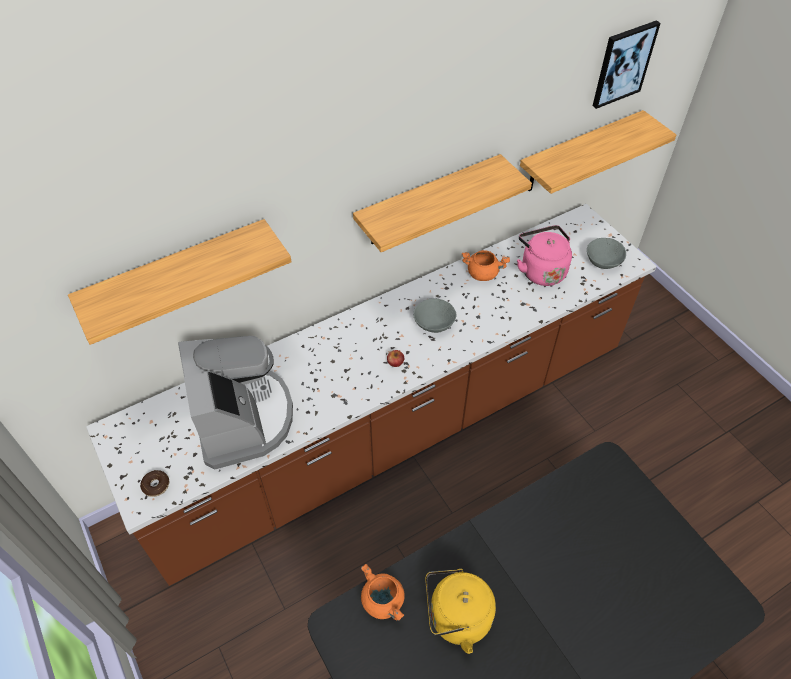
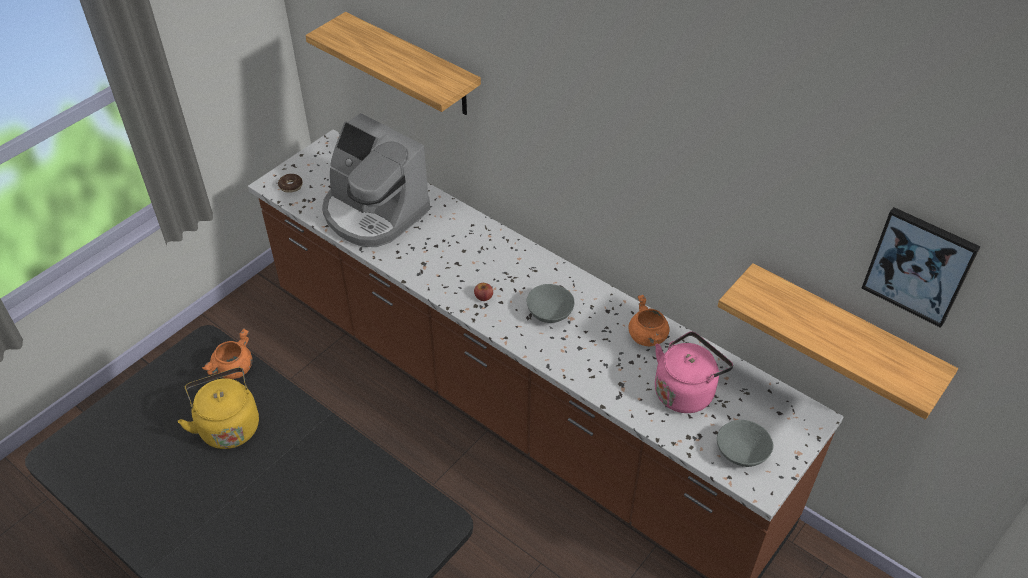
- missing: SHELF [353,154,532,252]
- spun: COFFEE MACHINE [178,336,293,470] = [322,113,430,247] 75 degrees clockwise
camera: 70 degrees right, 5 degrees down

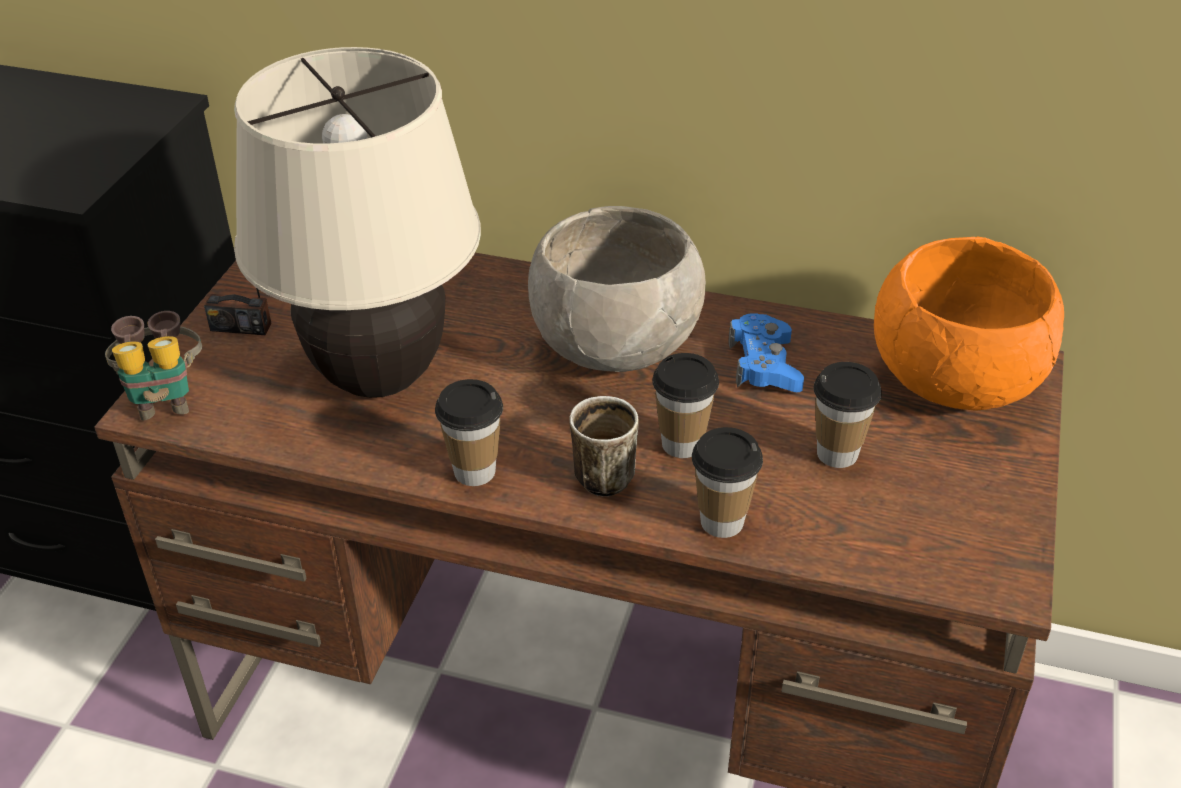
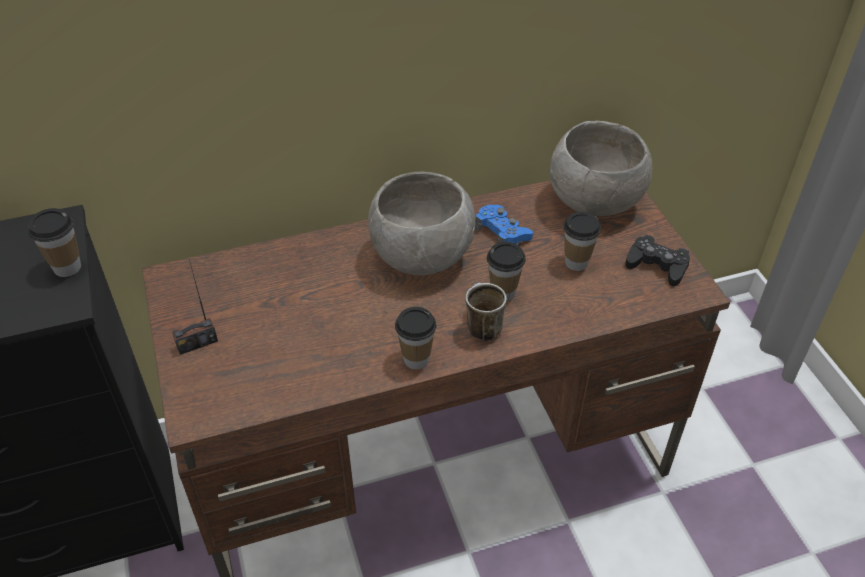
- missing: BINOCULARS [105,311,202,421]
- missing: BEIGE TABLE LAMP [234,47,481,398]
- appeared: BLACK GAME CONTROLLER [625,235,690,287]
- relocated: CUP [692,427,763,538] to [28,208,81,277]
- colour: ORANGE BOWL [874,237,1064,411] to GREY BOWL [550,121,652,216]
camera: 35 degrees left, 5 degrees up

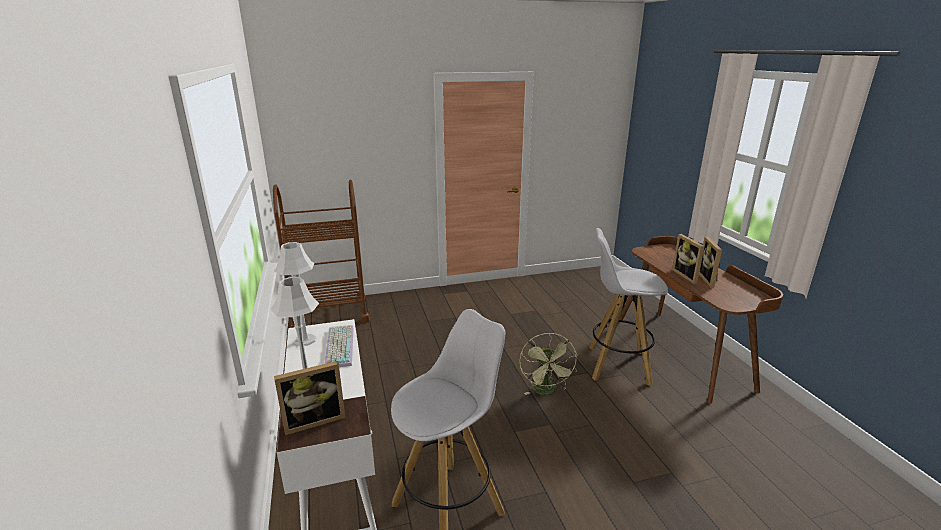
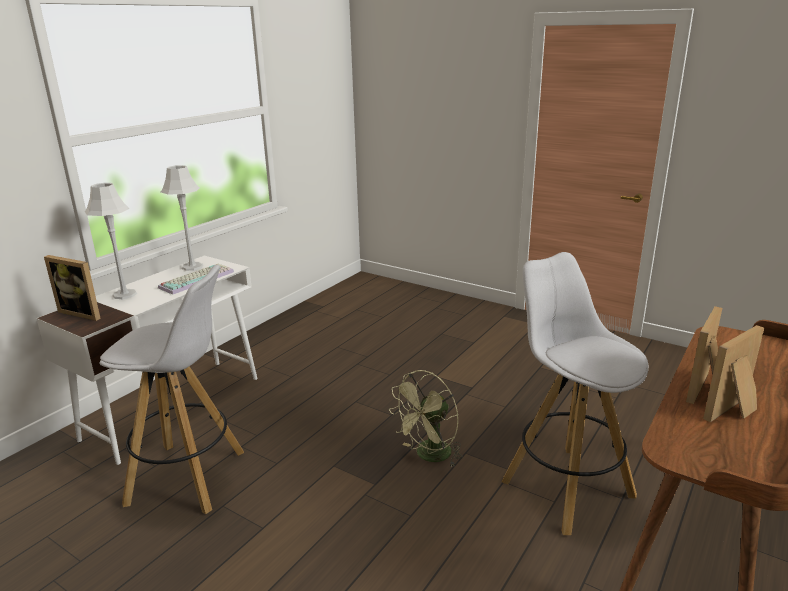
- missing: BROWN CART [273,180,370,328]
camera: 50 degrees right, 0 degrees up

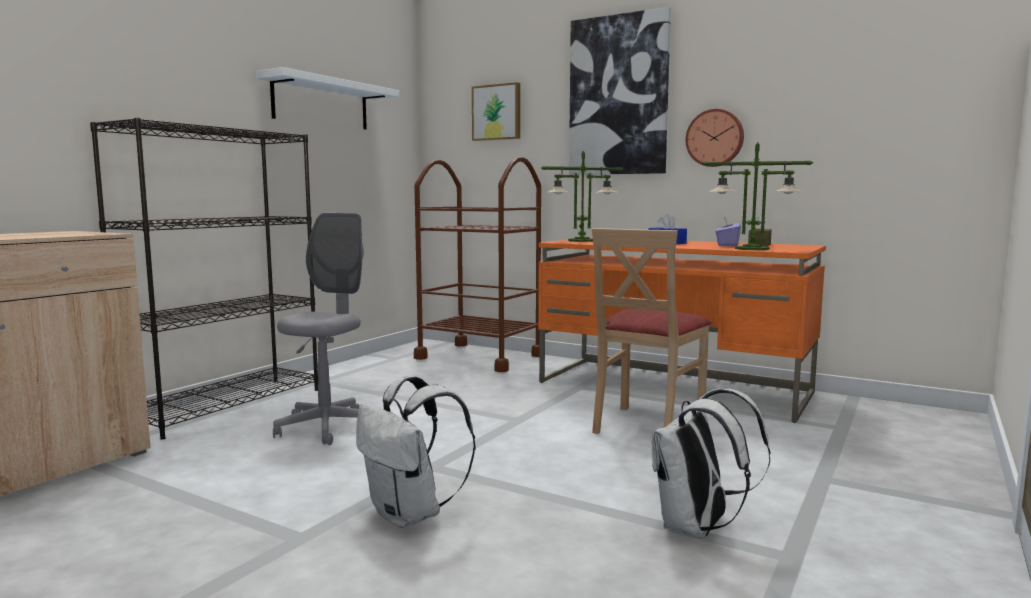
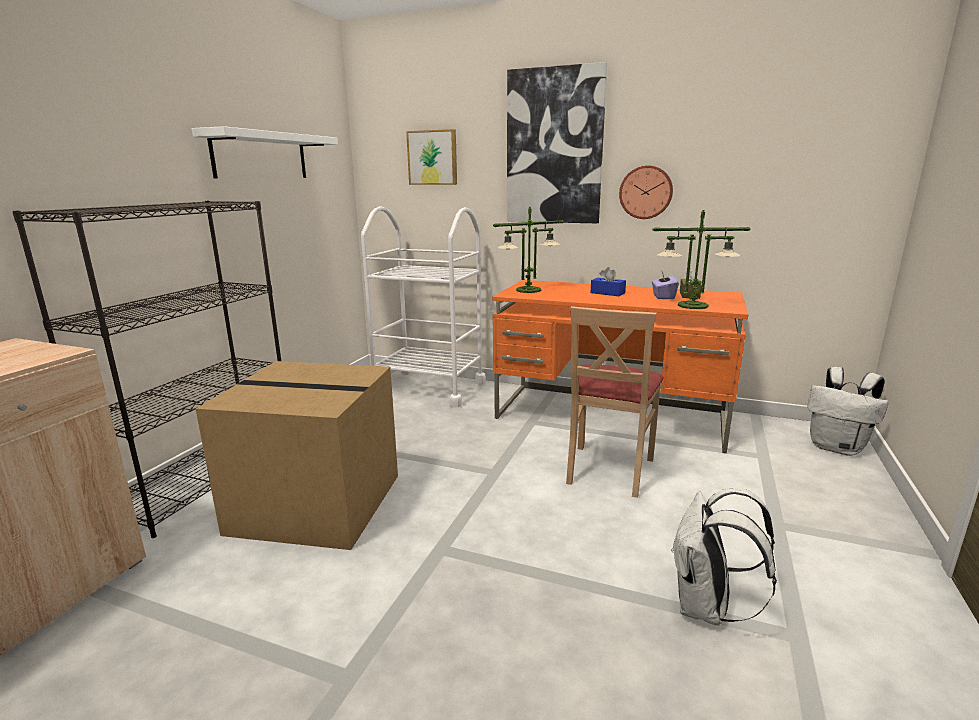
- relocated: WHITE BACKPACK [356,376,475,528] to [807,367,888,456]
- exchanged: GREY OFFICE CHAIR [273,213,364,445] to CARDBOARD BOX [196,361,398,550]
- colour: BROWN CART [414,157,541,372] to WHITE CART [361,206,486,408]
camera: 10 degrees left, 10 degrees up

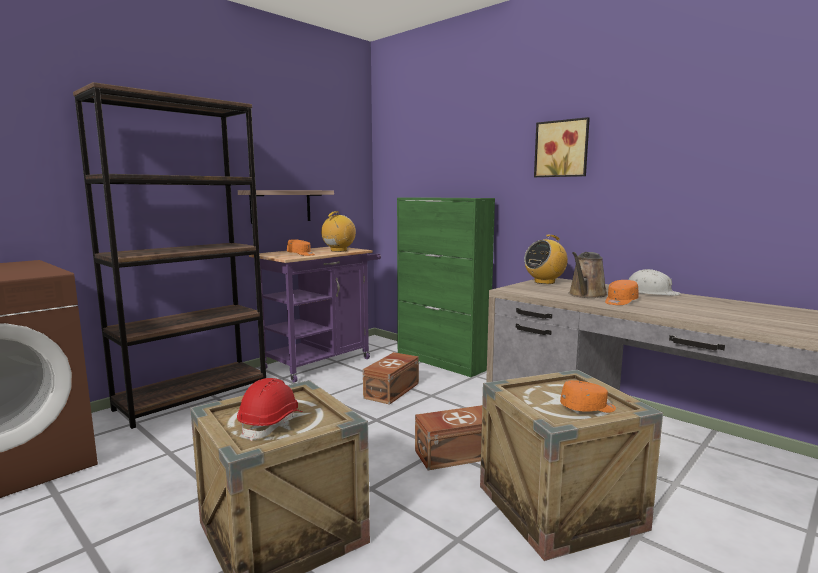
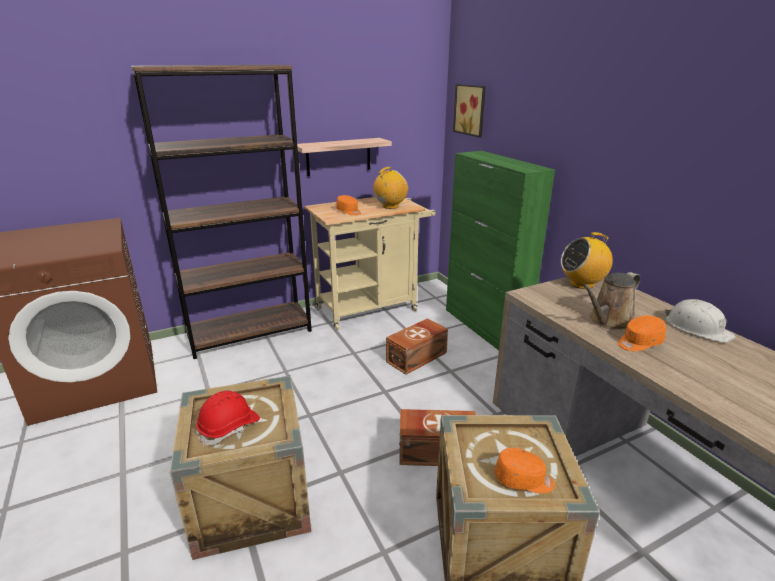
- relocated: PICTURE [534,117,590,177] to [453,84,486,138]
- colour: PURPLE CART [249,247,381,382] to BEIGE CART [305,197,436,330]
camera: 20 degrees right, 15 degrees up

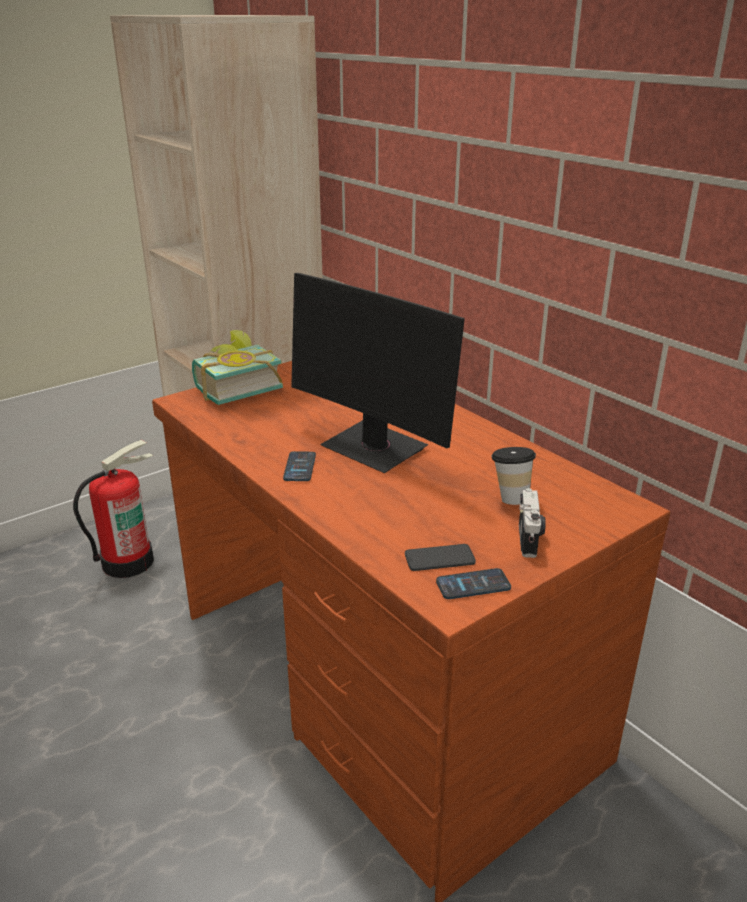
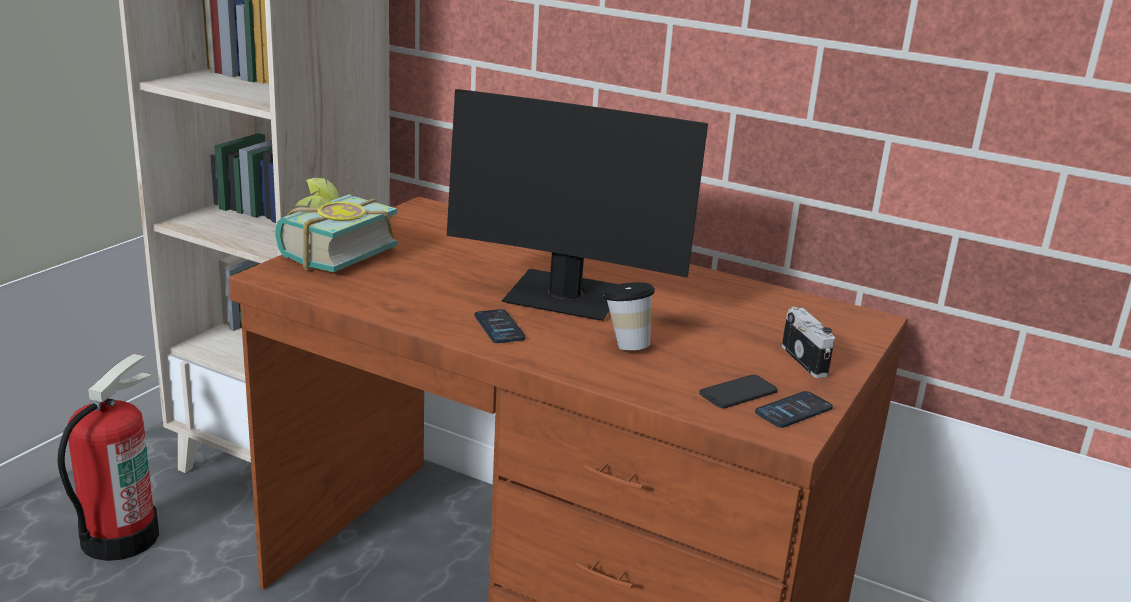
- relocated: CUP [491,447,536,505] to [603,282,655,351]
camera: 25 degrees left, 5 degrees down

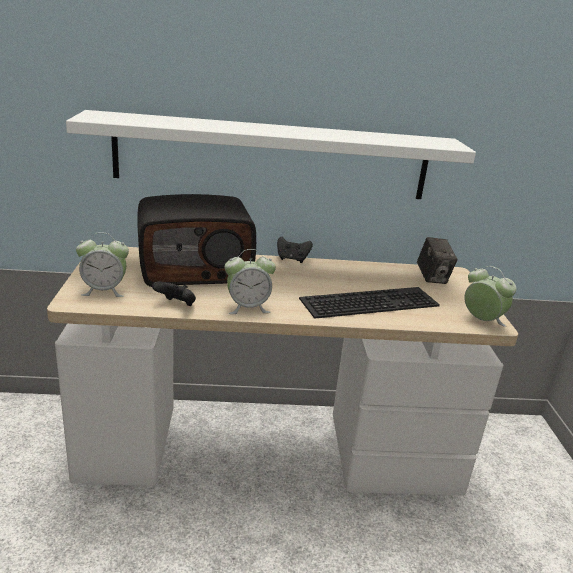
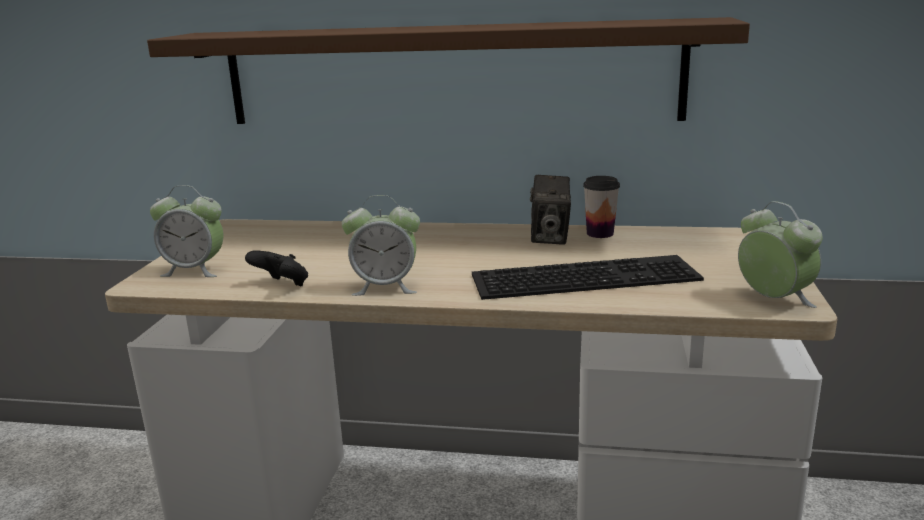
- missing: RADIO [137,194,256,287]
- missing: BLACK GAME CONTROLLER [277,237,313,263]
- appeared: CUP [583,176,620,238]
- relocated: PHOTO CAMERA [417,237,458,284] to [530,175,571,245]
- colour: WHITE SHELF [66,110,476,199] to BROWN SHELF [147,17,750,124]
camera: 15 degrees right, 5 degrees down

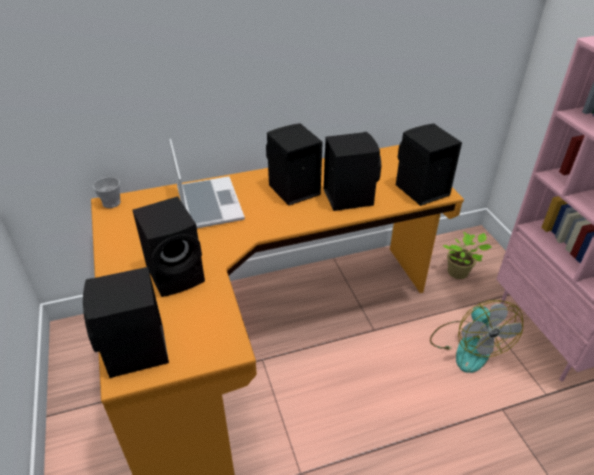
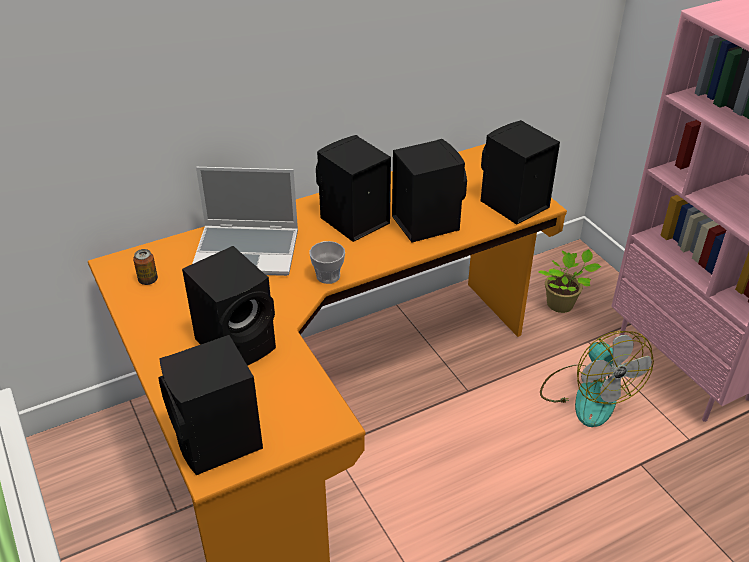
- appeared: CAN [133,249,158,285]
- relocated: CUP [93,177,121,208] to [310,241,345,284]
- spun: LAPTOP [169,139,245,228] = [192,167,298,276] 120 degrees clockwise
camera: 10 degrees left, 0 degrees up

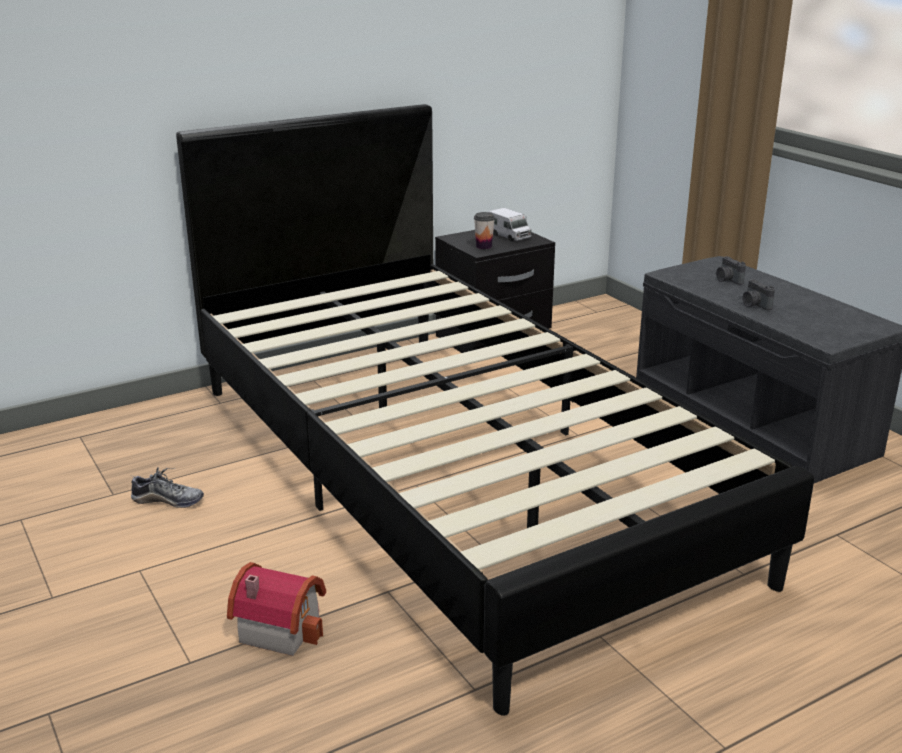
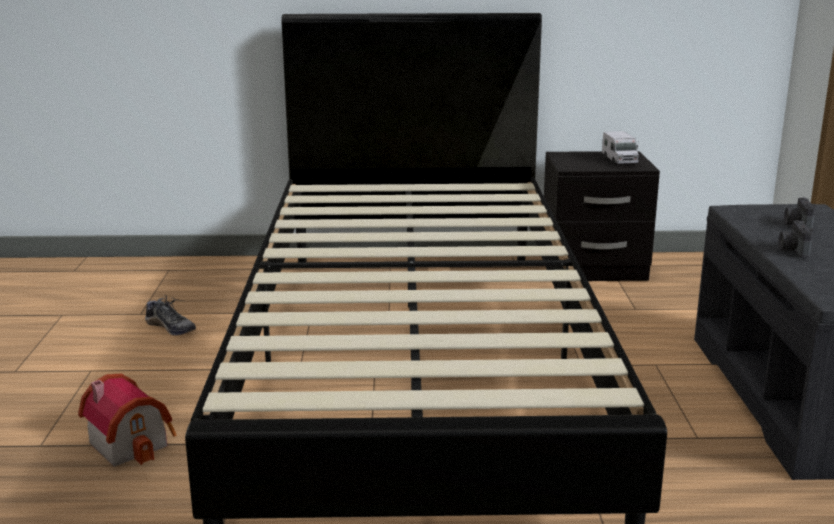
- missing: CUP [474,212,495,249]
camera: 30 degrees right, 5 degrees down

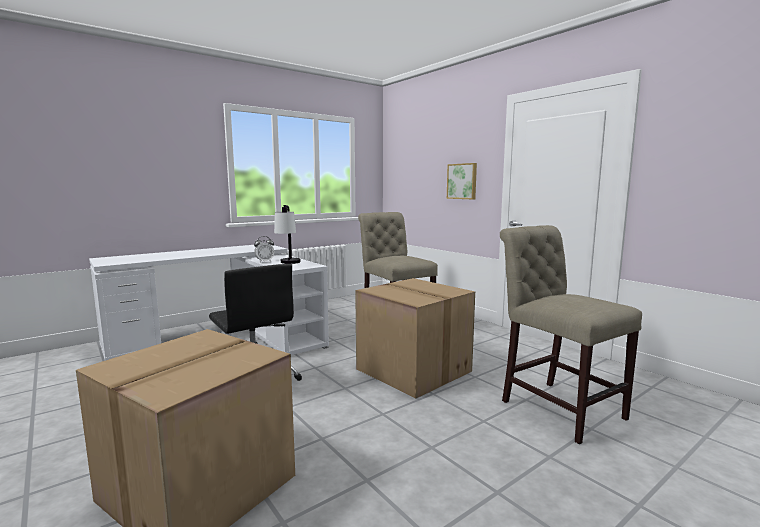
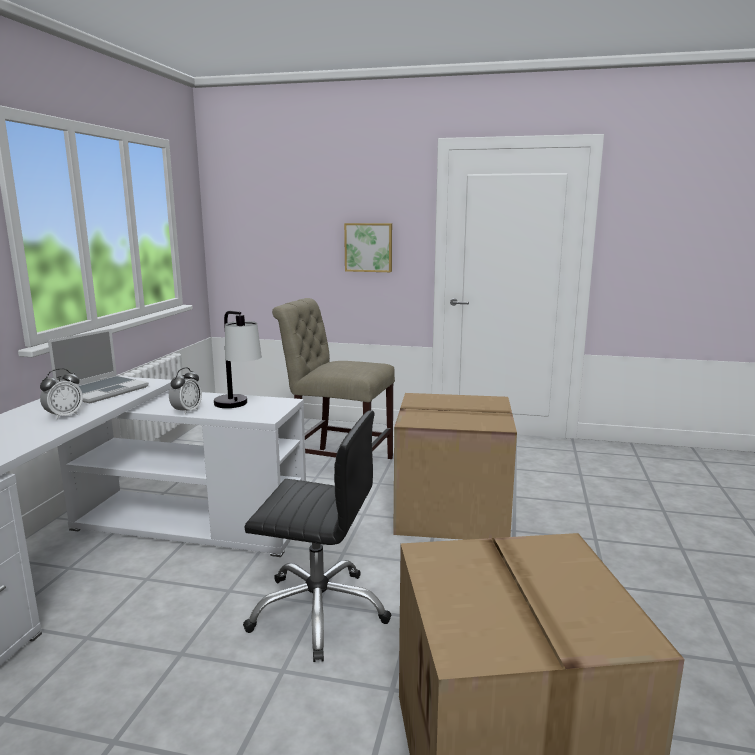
- missing: BEIGE CHAIR [500,225,642,444]
- appeared: ALARM CLOCK [40,368,83,420]
- appeared: LAPTOP [48,329,149,404]
camera: 40 degrees left, 5 degrees up

